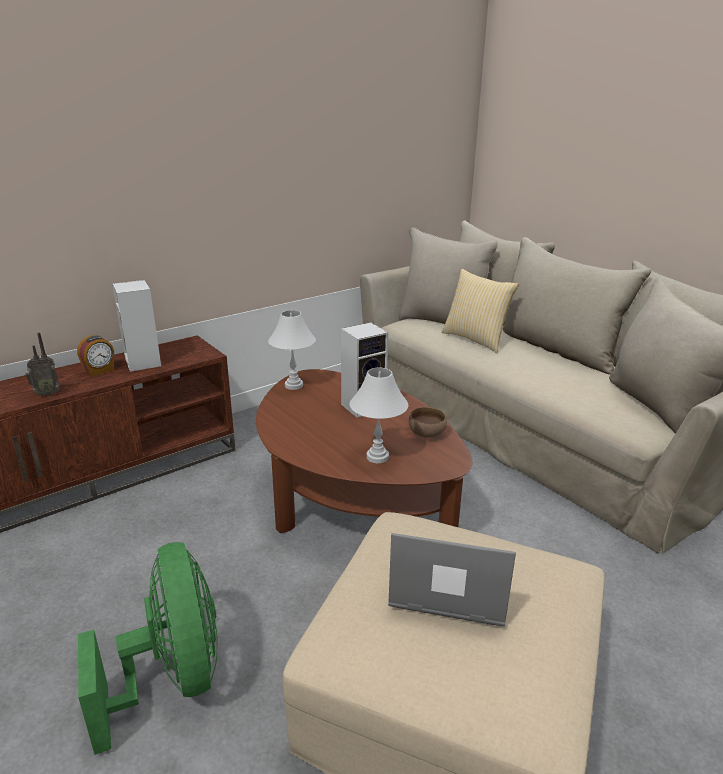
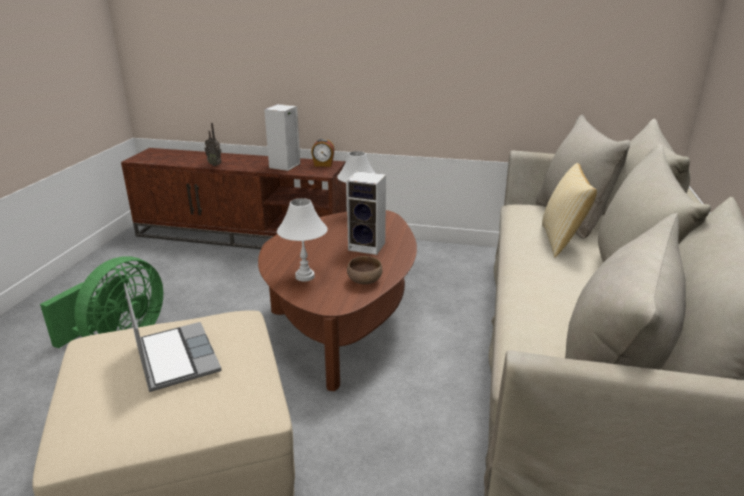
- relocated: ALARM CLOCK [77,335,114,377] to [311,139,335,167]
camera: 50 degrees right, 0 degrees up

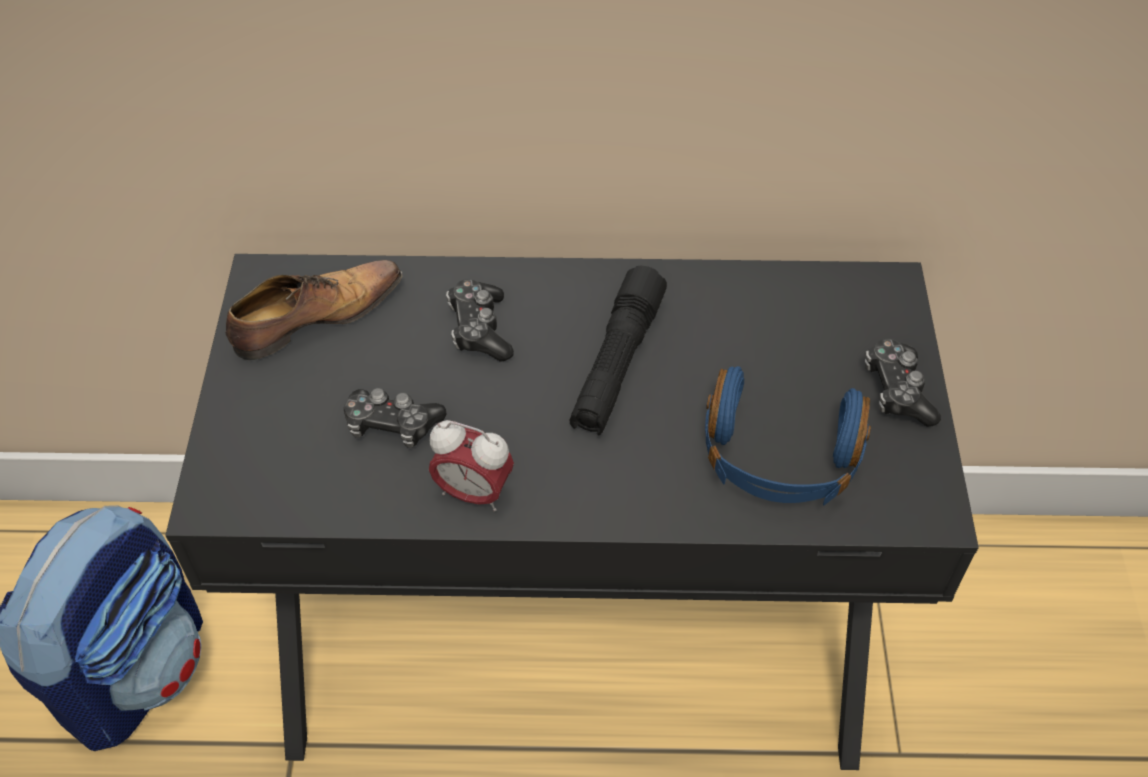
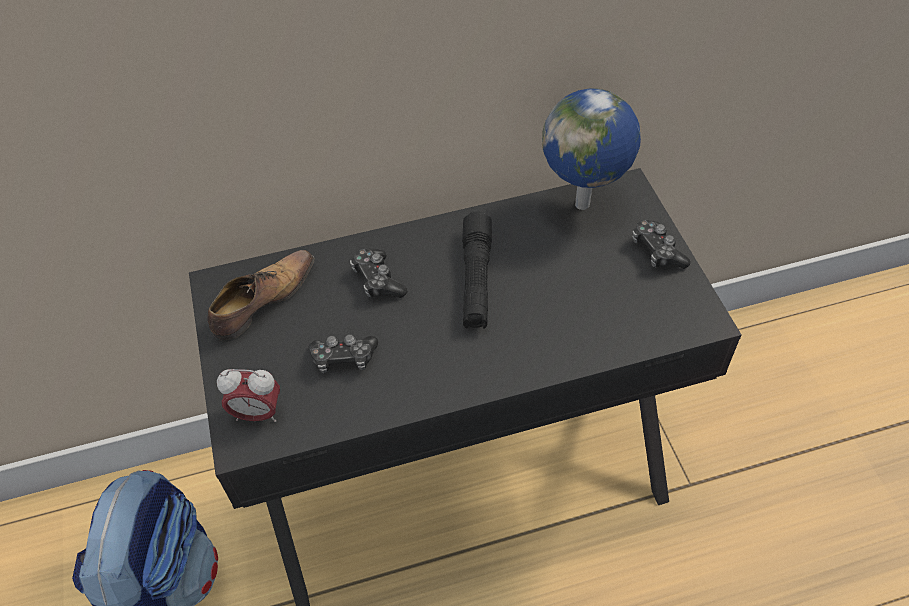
- missing: BLUE HEADPHONES [705,366,871,506]
- appeared: GLOBE [542,88,641,210]
- relocated: ALARM CLOCK [429,420,514,511] to [217,369,280,422]
camera: 15 degrees left, 0 degrees up

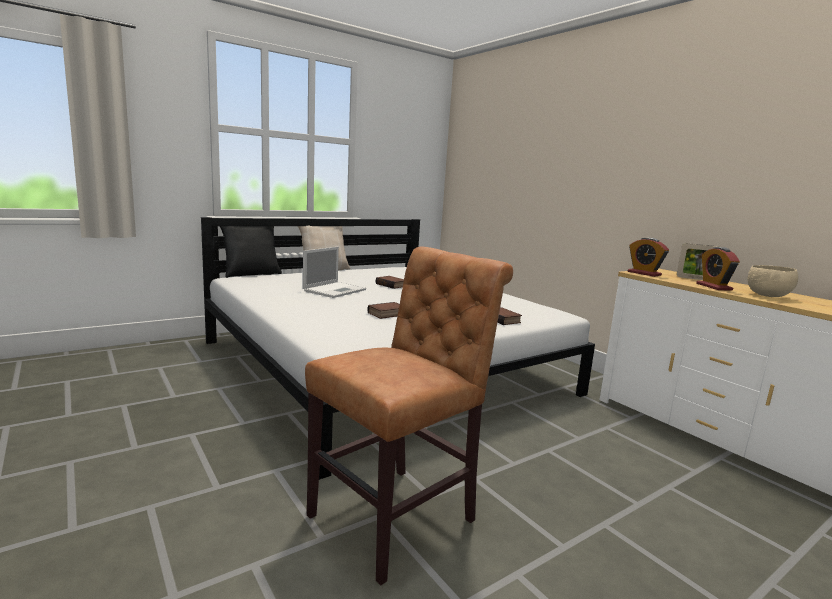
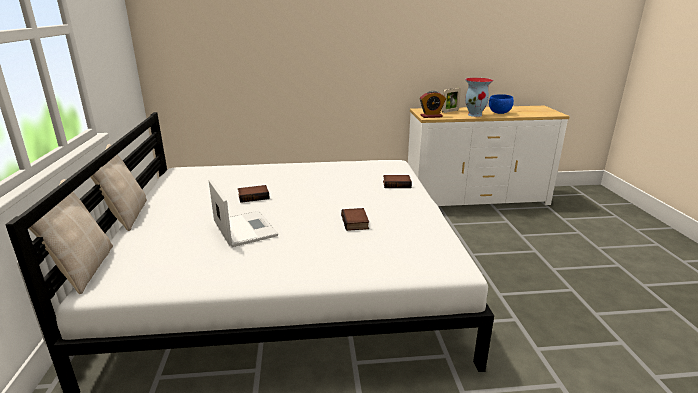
- missing: BROWN CHAIR [305,247,513,585]
- exchanged: ALARM CLOCK [696,247,740,291] to VASE [465,78,493,117]
- colour: BLACK PILLOW [220,226,282,278] to BEIGE PILLOW [19,179,113,294]
- colour: BEIGE BOWL [747,265,798,297] to BLUE BOWL [489,94,514,114]
camera: 60 degrees left, 10 degrees up

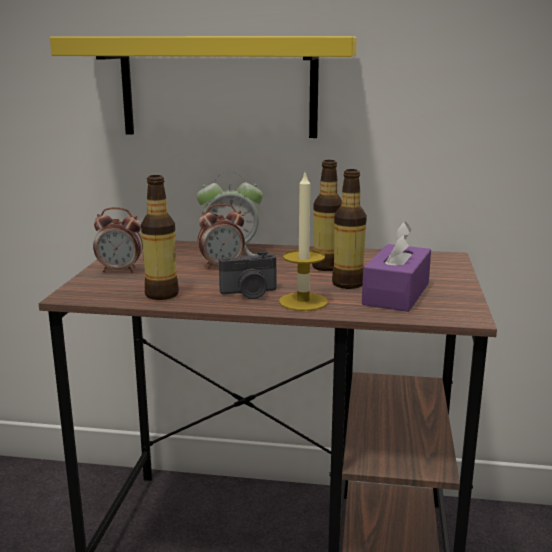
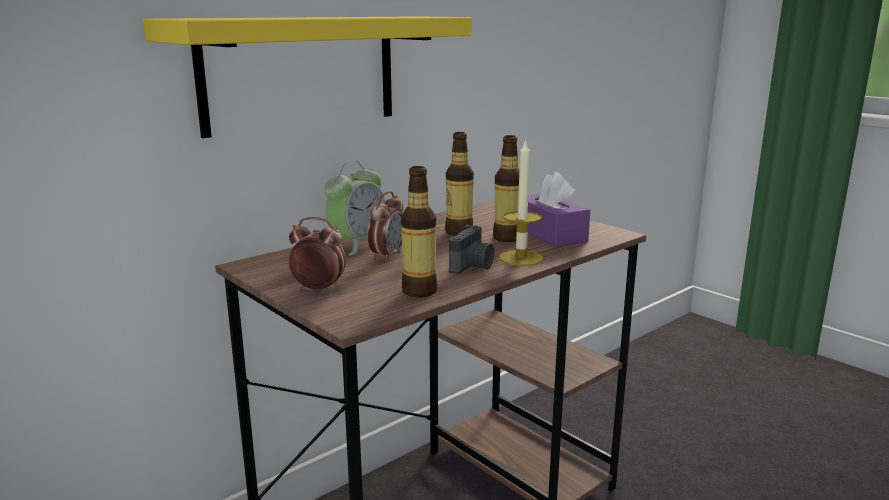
- spun: ALARM CLOCK [93,207,143,273] = [289,217,346,292] 120 degrees counterclockwise
camera: 50 degrees left, 0 degrees up

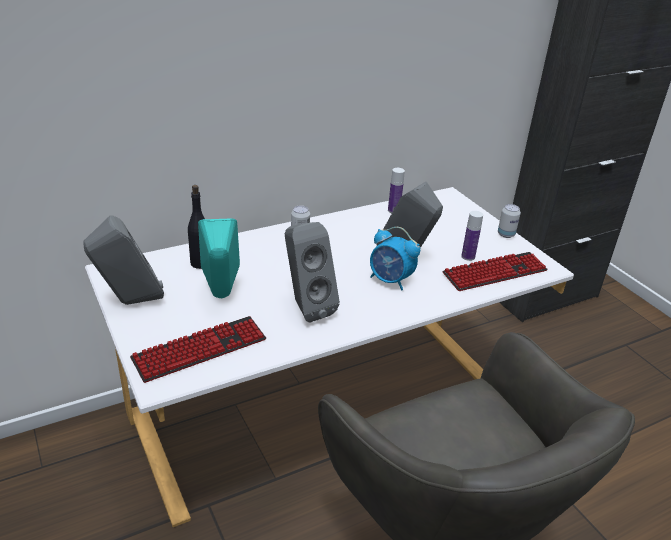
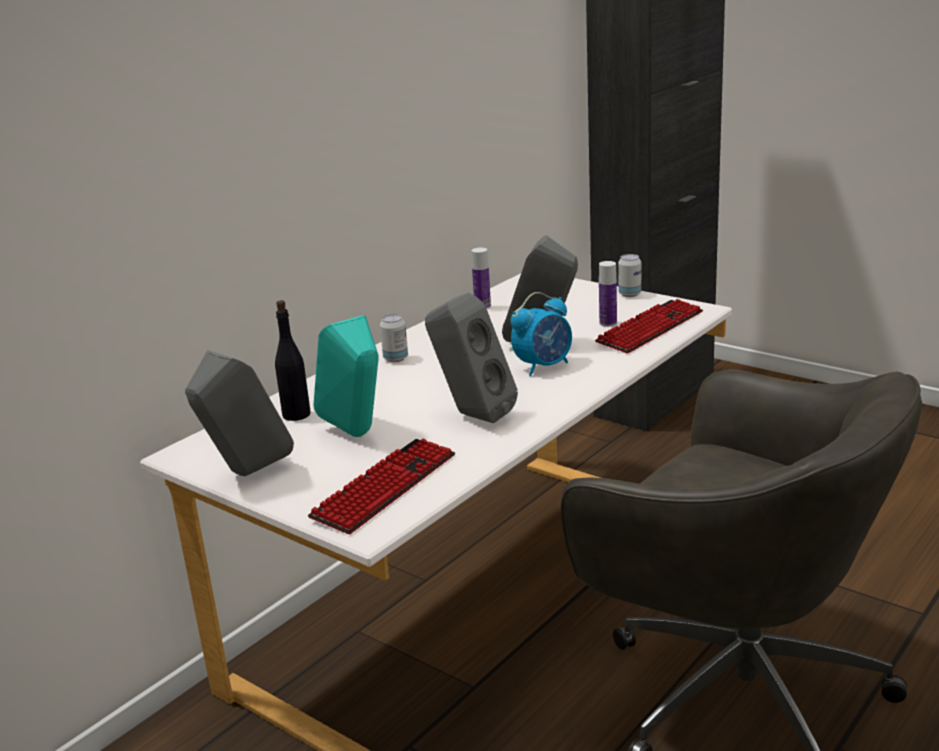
- spun: ALARM CLOCK [370,227,420,290] = [511,292,572,376] 45 degrees counterclockwise
camera: 20 degrees left, 10 degrees down

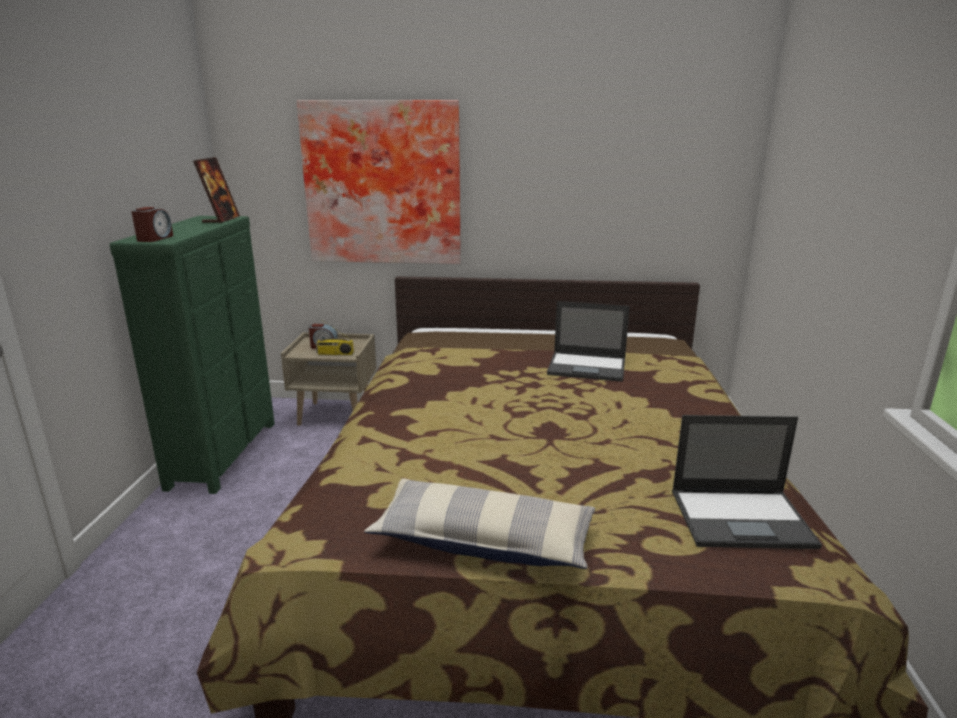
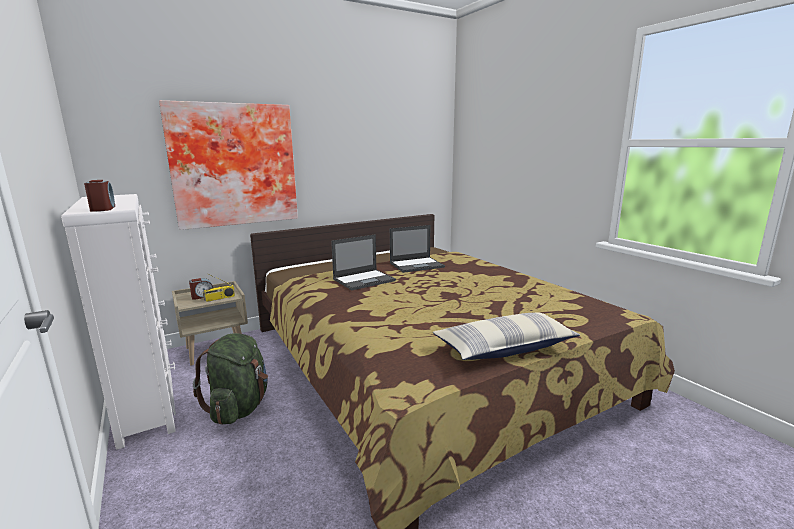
- missing: PICTURE FRAME [193,157,240,223]
- appeared: GREEN BACKPACK [193,333,268,425]
- relocated: LAPTOP [672,415,822,549] to [331,234,396,291]
- colour: GREEN DRESSER [110,216,275,494] to WHITE DRESSER [61,194,176,450]
camera: 35 degrees left, 5 degrees down

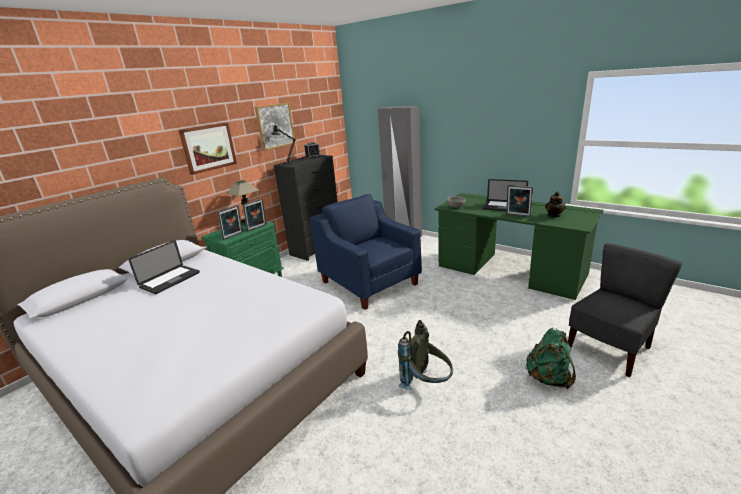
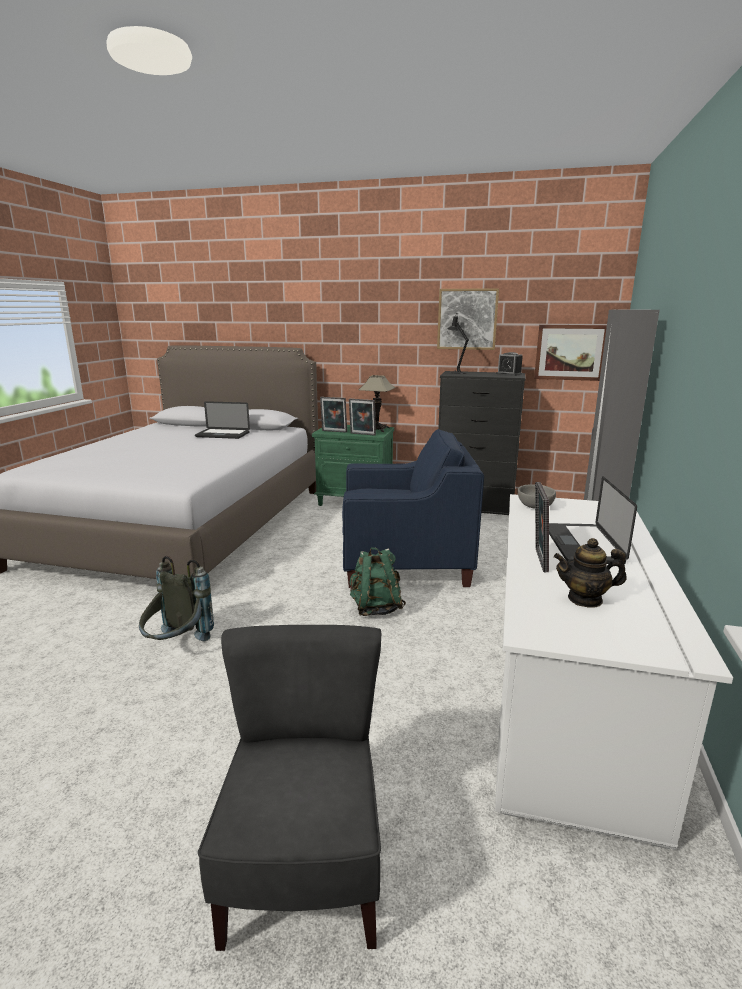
- relocated: PICTURE [179,122,237,175] to [534,325,607,381]
- relocated: GREEN BACKPACK [525,328,576,389] to [350,547,406,616]
- colour: GREEN DESK [435,193,604,300] to WHITE DESK [495,494,733,850]
- spun: BLUE ARMCHAIR [310,194,422,310] = [342,429,484,588] 60 degrees clockwise
- spun: GREY CHAIR [568,243,683,377] = [198,625,381,951] 120 degrees counterclockwise
camera: 65 degrees right, 5 degrees down

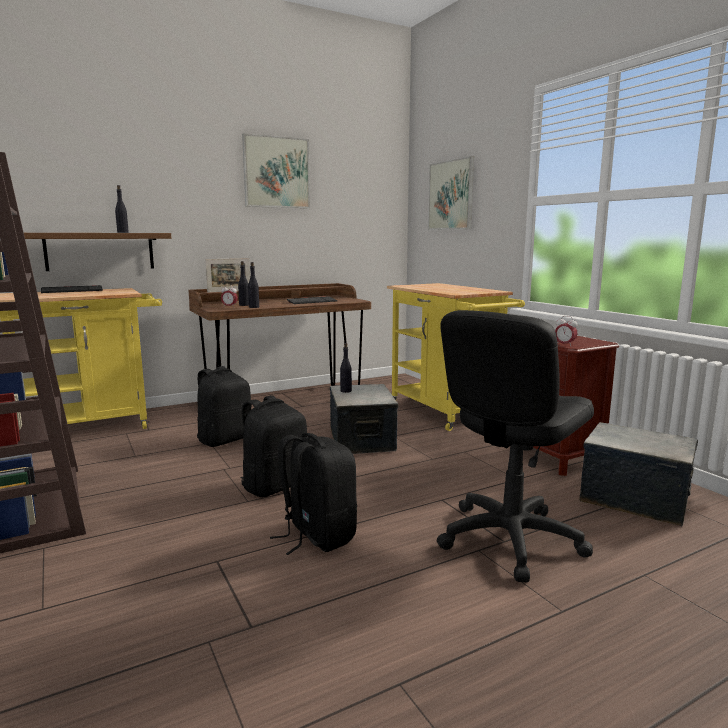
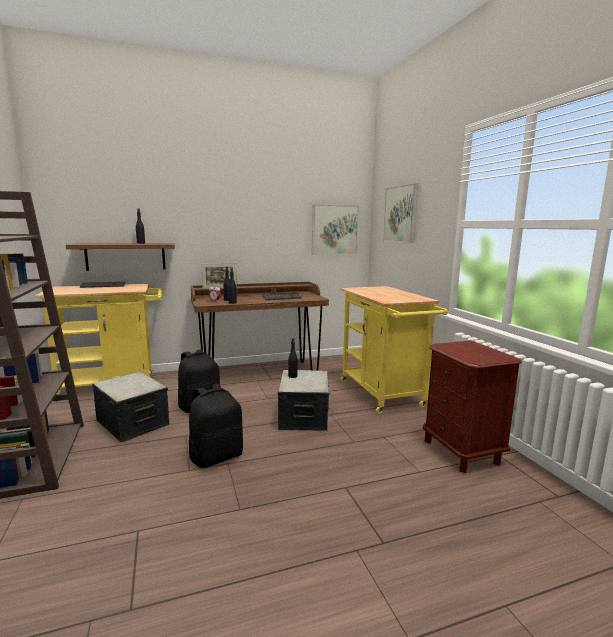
- missing: BLACK BACKPACK [270,433,357,555]
- missing: BLACK OFFICE CHAIR [437,310,594,583]
- missing: ALARM CLOCK [555,316,578,346]
- relocated: PICTURE [242,133,310,208] to [312,204,359,255]
- relocated: STORAGE BOX [579,422,698,526] to [92,372,169,443]
camera: 10 degrees right, 0 degrees up

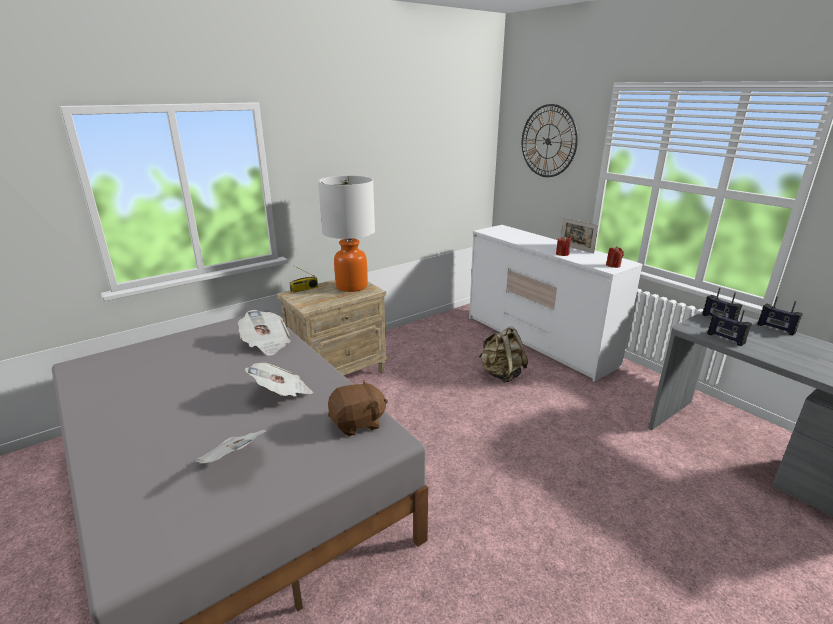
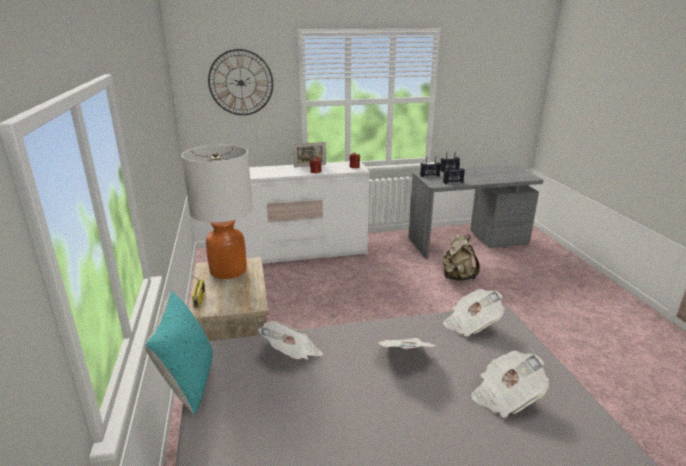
- appeared: TURQUOISE PILLOW [145,290,213,415]
- relocated: BEIGE BACKPACK [478,326,528,383] to [442,235,480,280]
- exchanged: BROWN PLUSH TOY [328,379,388,436] to NEWSPAPER [443,289,504,337]
camera: 65 degrees left, 0 degrees up

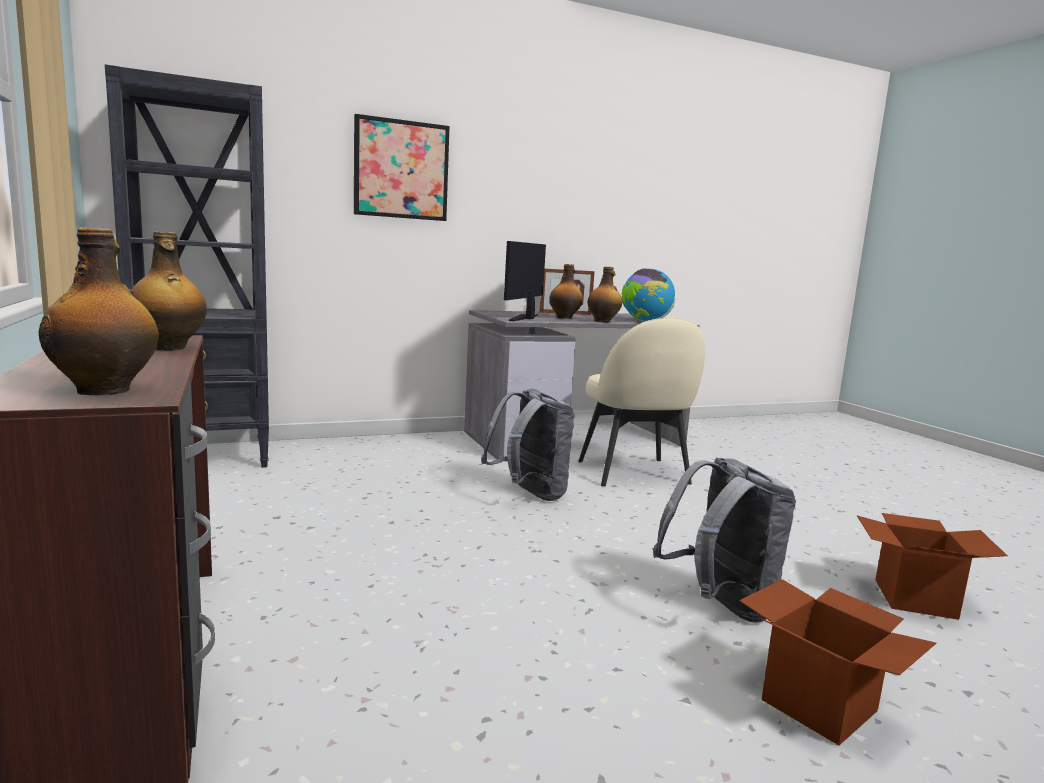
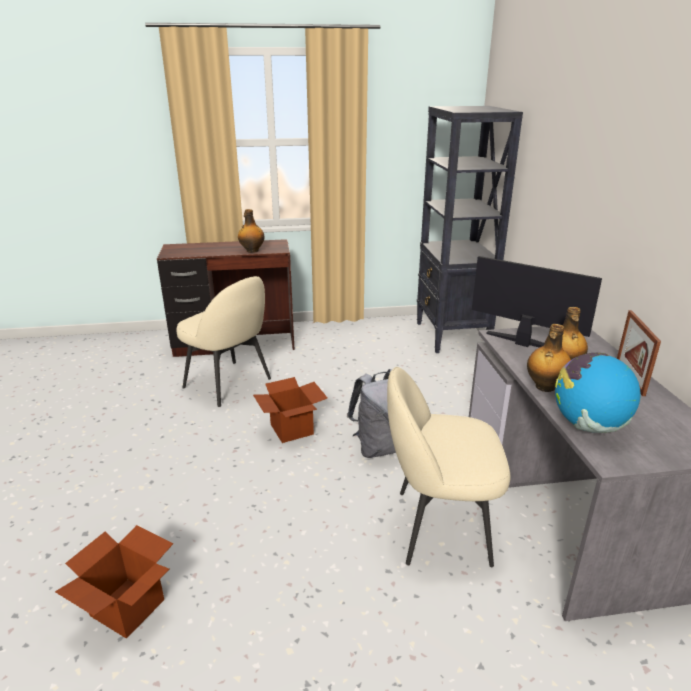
- missing: BOTTLE [38,227,159,395]
- missing: PICTURE [354,114,450,221]
- missing: GREY BACKPACK [653,457,796,623]
- appeared: BEIGE CHAIR [176,276,271,407]
- relocated: CARDBOARD BOX [739,579,936,745] to [253,377,328,443]
camera: 105 degrees right, 15 degrees up

